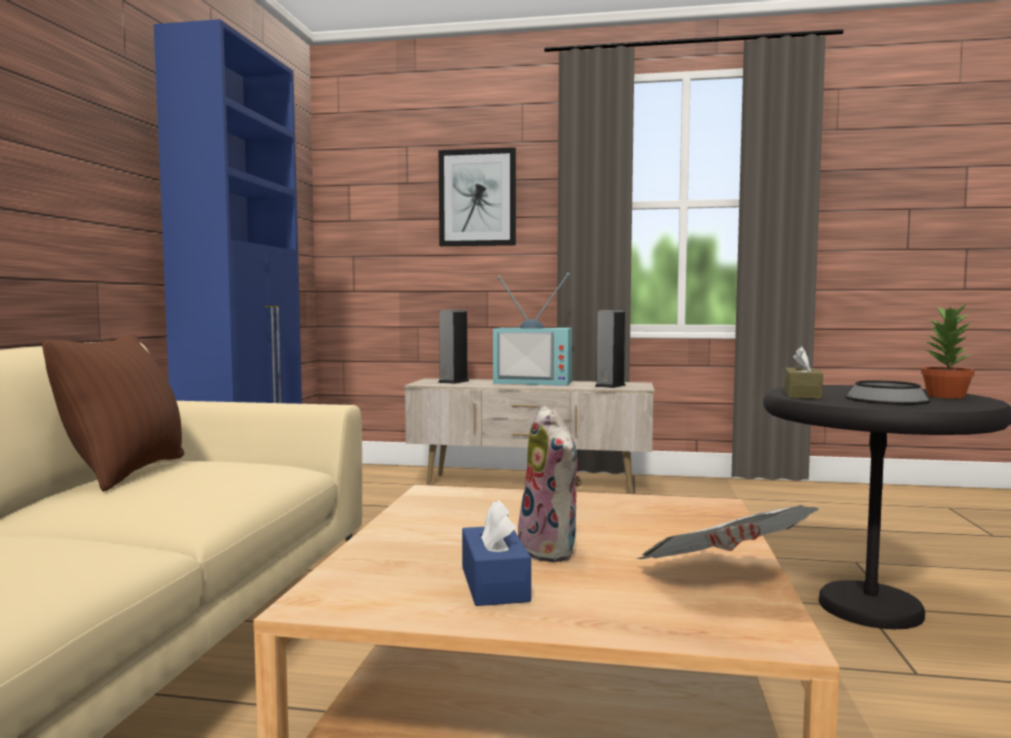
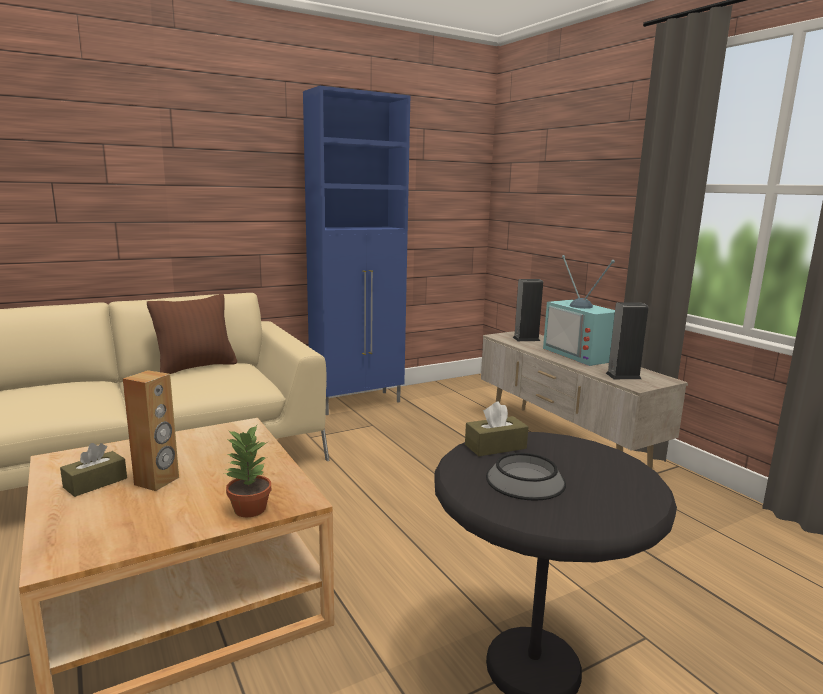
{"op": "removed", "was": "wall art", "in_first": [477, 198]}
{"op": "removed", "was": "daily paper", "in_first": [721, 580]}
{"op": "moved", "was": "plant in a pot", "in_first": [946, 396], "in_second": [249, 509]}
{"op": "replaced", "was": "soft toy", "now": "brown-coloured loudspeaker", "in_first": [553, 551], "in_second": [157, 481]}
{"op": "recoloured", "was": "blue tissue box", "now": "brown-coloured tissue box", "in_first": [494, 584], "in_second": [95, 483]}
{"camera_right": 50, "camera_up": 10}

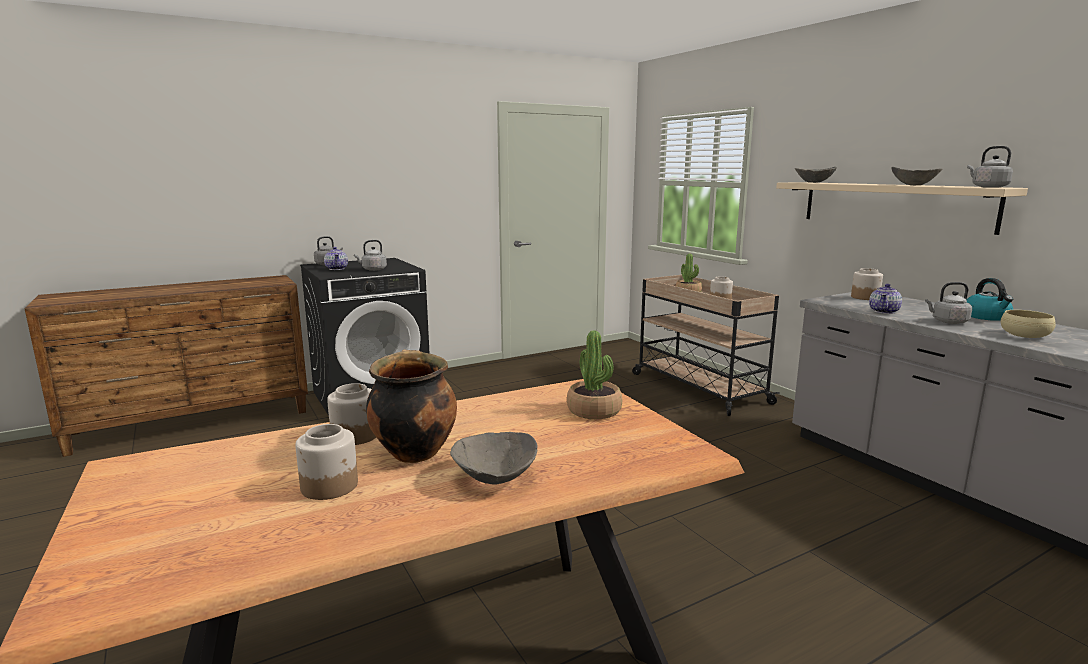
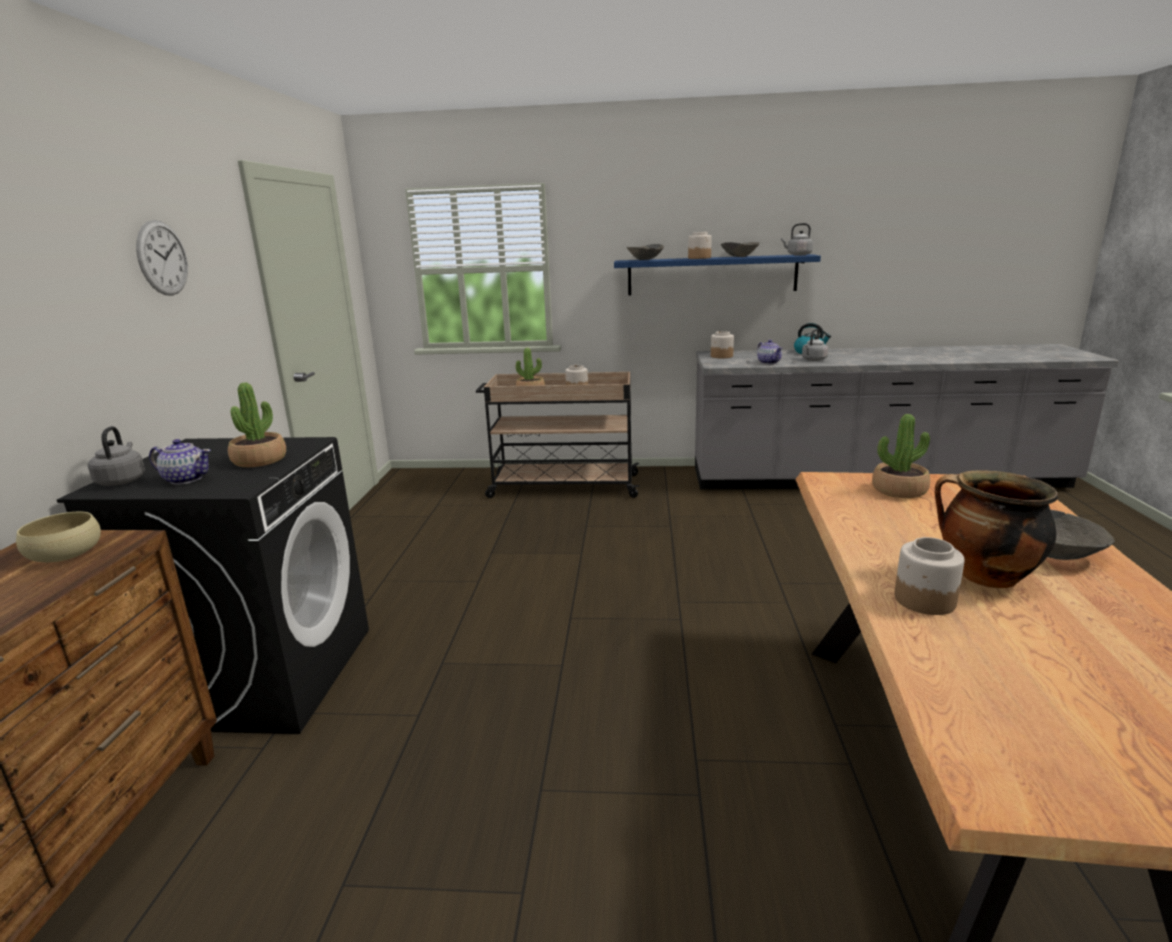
{"op": "added", "now": "wall clock", "in_second": [162, 258]}
{"op": "moved", "was": "storage jar", "in_first": [330, 486], "in_second": [699, 258]}
{"op": "moved", "was": "beige-coloured bowl", "in_first": [1024, 335], "in_second": [65, 554]}
{"op": "replaced", "was": "greyish tea kettle", "now": "plant in a pot", "in_first": [373, 269], "in_second": [259, 460]}
{"op": "recoloured", "was": "beige-coloured shelf", "now": "blue shelf", "in_first": [893, 205], "in_second": [712, 275]}
{"camera_right": -55, "camera_up": 5}

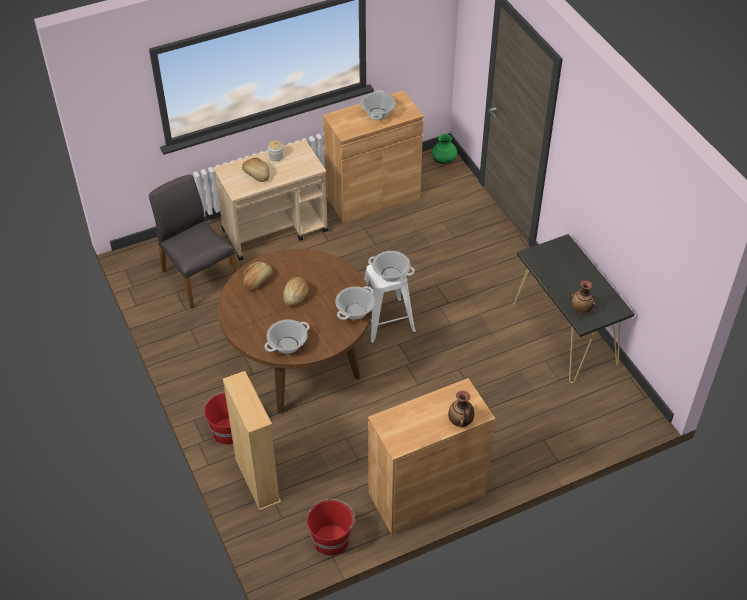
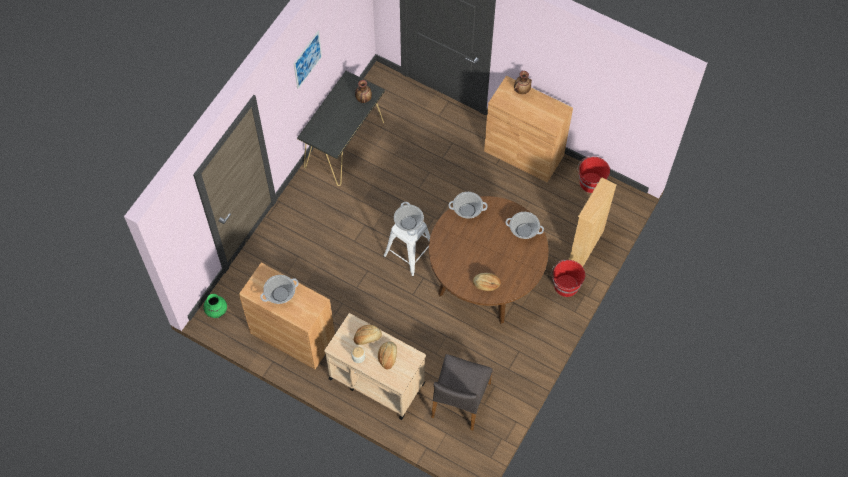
{"op": "added", "now": "wall art", "in_second": [307, 59]}
{"op": "moved", "was": "bread", "in_first": [295, 296], "in_second": [367, 337]}
{"camera_right": -125, "camera_up": 15}

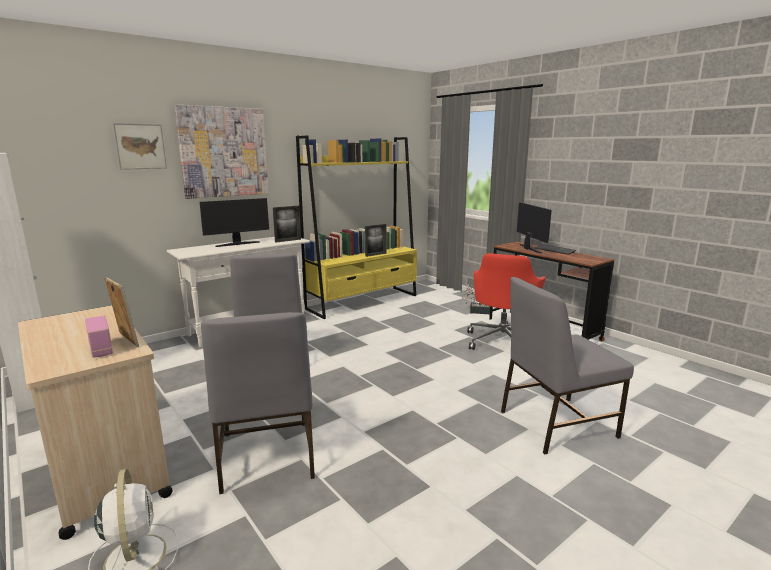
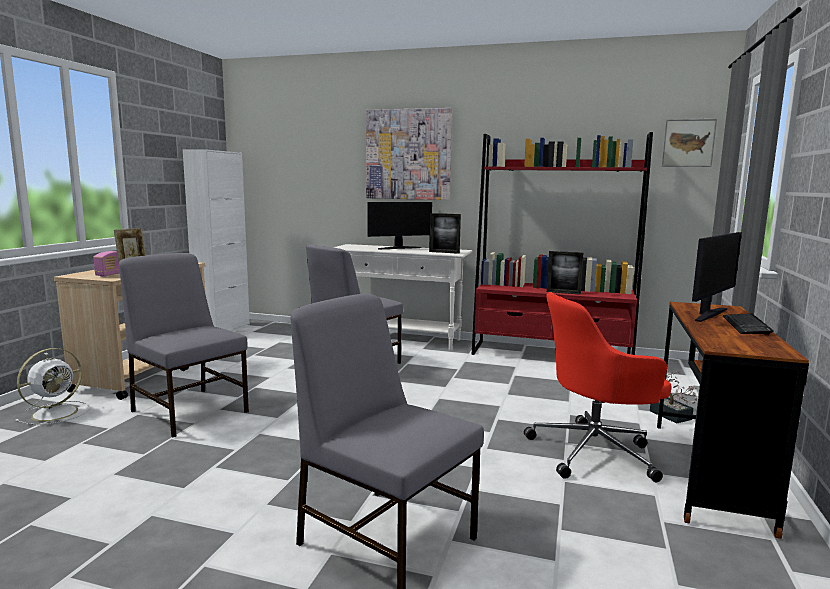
{"op": "moved", "was": "wall art", "in_first": [140, 146], "in_second": [688, 143]}
{"op": "recoloured", "was": "yellowish bookshelf", "now": "reddish bookshelf", "in_first": [363, 302], "in_second": [551, 355]}
{"op": "turned", "was": "computer screen", "in_first": [237, 244], "in_second": [399, 248], "clockwise": -45}
{"op": "turned", "was": "greyish upright chair", "in_first": [266, 456], "in_second": [189, 410], "clockwise": 90}
{"camera_right": 55, "camera_up": -5}

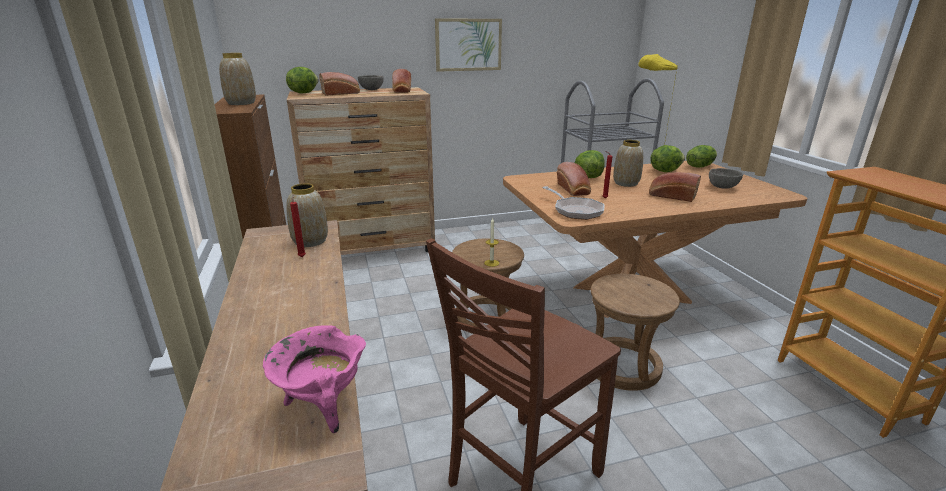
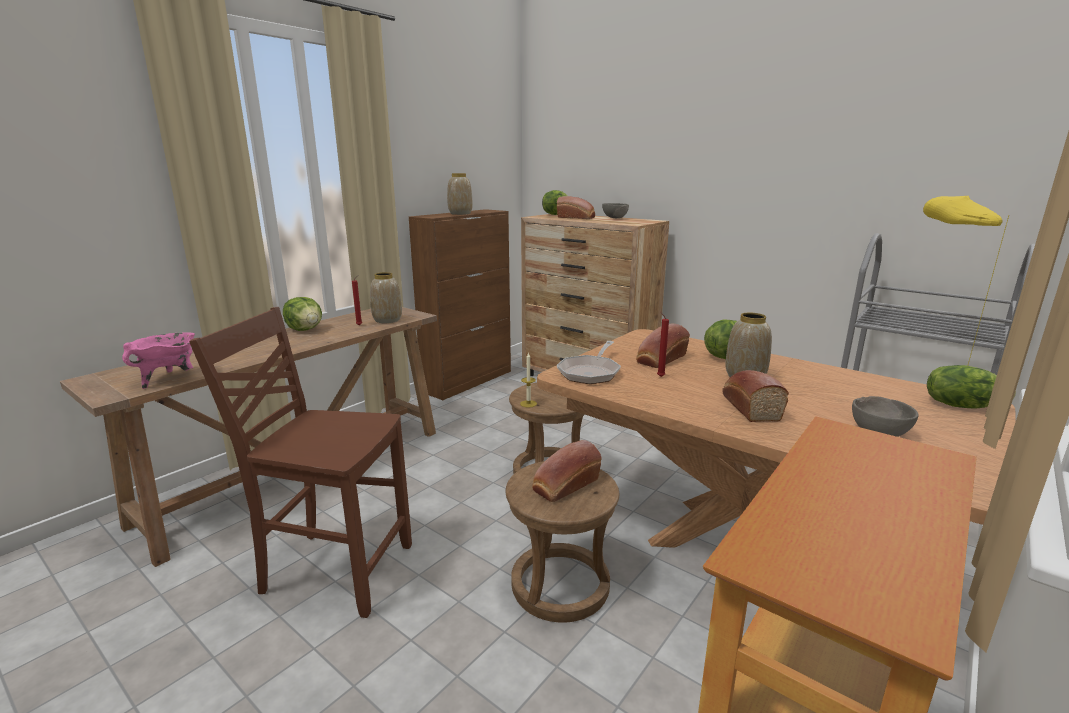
{"op": "removed", "was": "wall art", "in_first": [468, 45]}
{"op": "moved", "was": "bread", "in_first": [402, 90], "in_second": [564, 486]}
{"op": "moved", "was": "head of lettuce", "in_first": [664, 171], "in_second": [305, 329]}
{"camera_right": 55, "camera_up": -5}

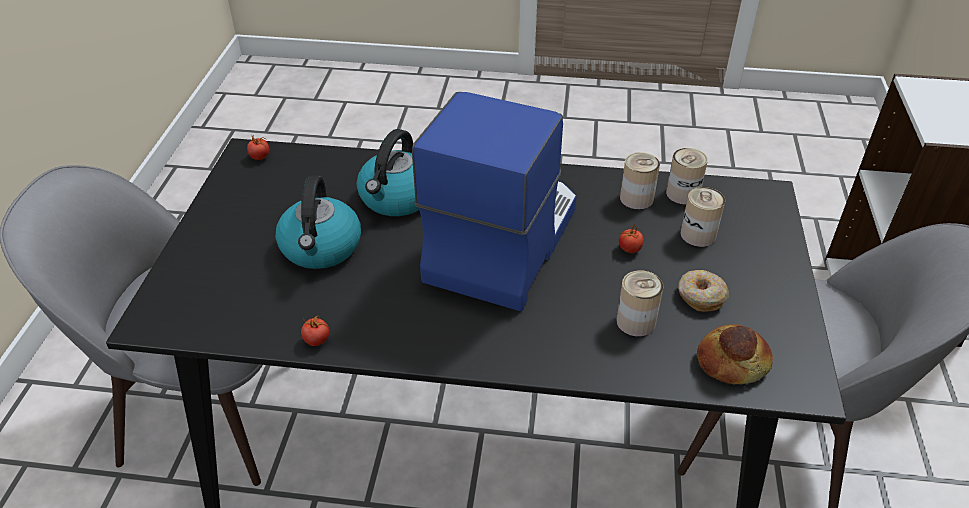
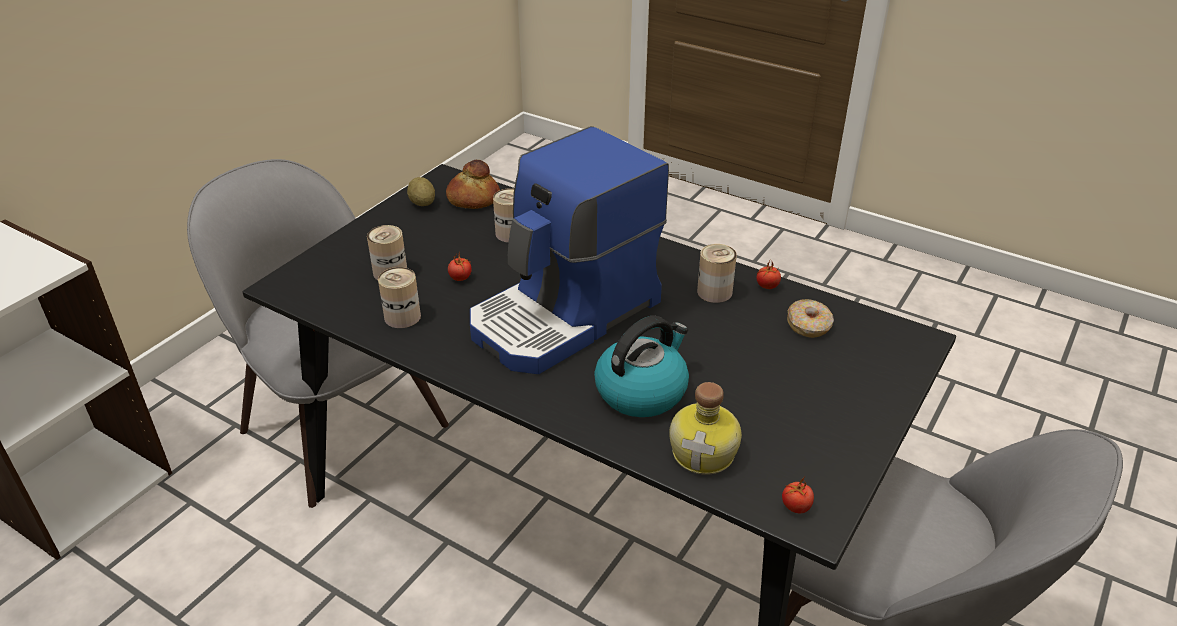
{"op": "removed", "was": "tea kettle", "in_first": [321, 248]}
{"op": "added", "now": "whole potato", "in_second": [422, 203]}
{"op": "added", "now": "bottle", "in_second": [705, 453]}
{"op": "moved", "was": "can", "in_first": [682, 194], "in_second": [714, 292]}
{"op": "moved", "was": "ring doughnut", "in_first": [700, 296], "in_second": [809, 325]}
{"camera_right": -155, "camera_up": -5}

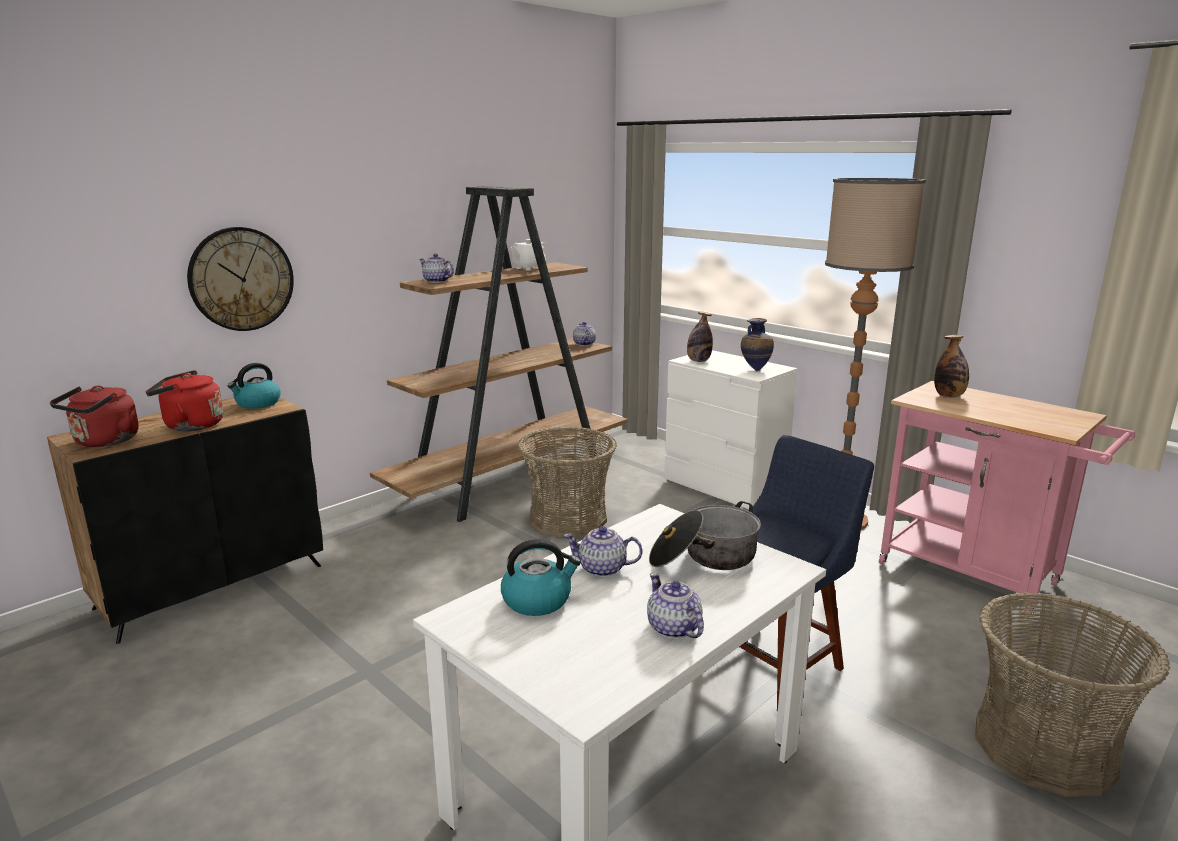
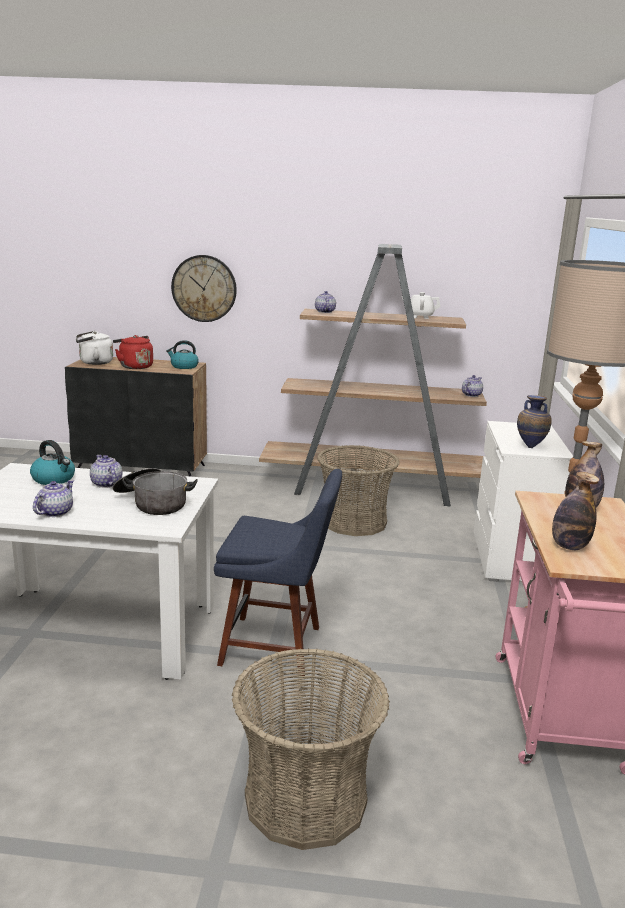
{"op": "moved", "was": "bottle", "in_first": [698, 361], "in_second": [569, 546]}
{"op": "recoloured", "was": "reddish tea kettle", "now": "white tea kettle", "in_first": [104, 442], "in_second": [94, 363]}
{"camera_right": 50, "camera_up": 0}

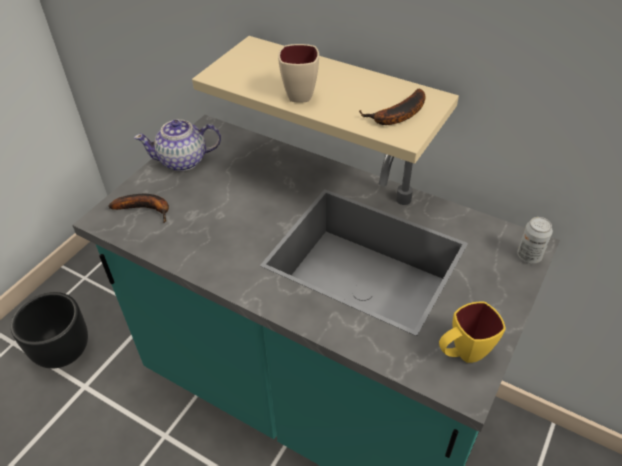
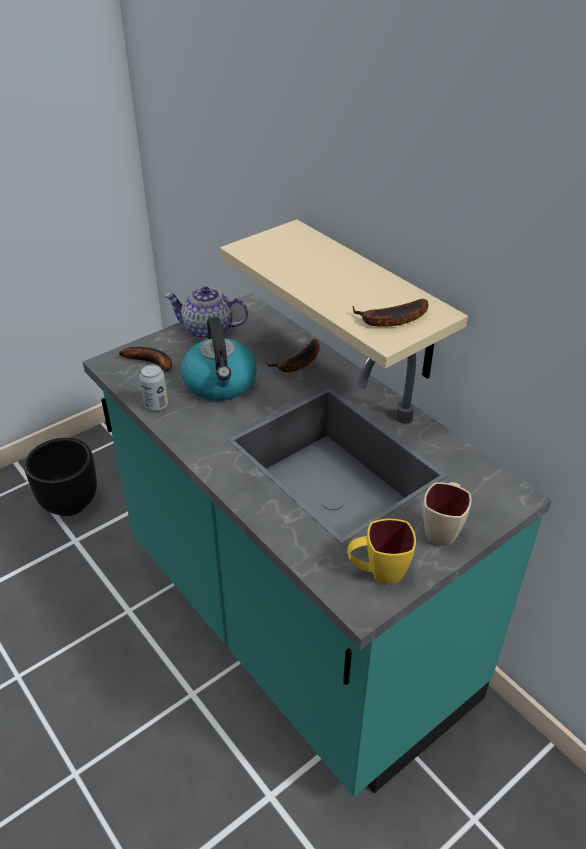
{"op": "added", "now": "tea kettle", "in_second": [220, 383]}
{"op": "added", "now": "banana", "in_second": [297, 363]}
{"op": "moved", "was": "beige-coloured coffee mug", "in_first": [300, 92], "in_second": [443, 530]}
{"op": "moved", "was": "can", "in_first": [529, 256], "in_second": [156, 405]}
{"camera_right": 20, "camera_up": -5}

